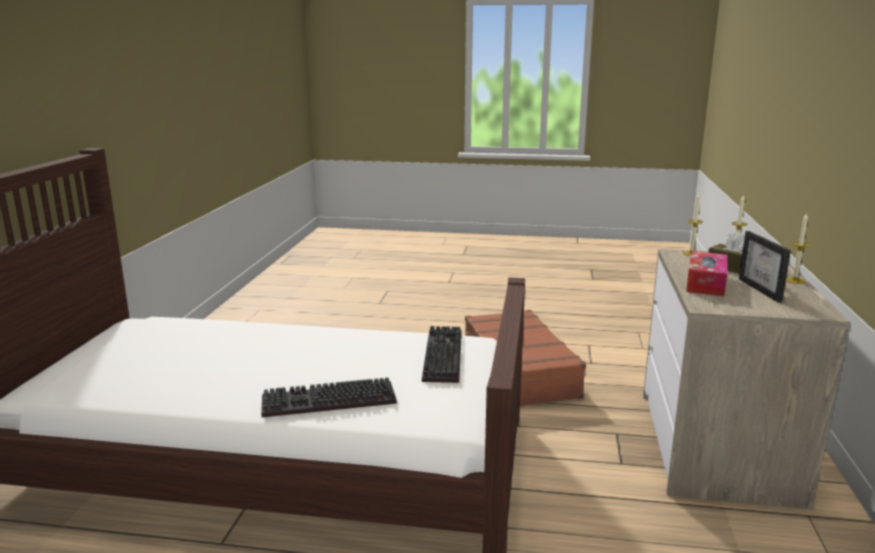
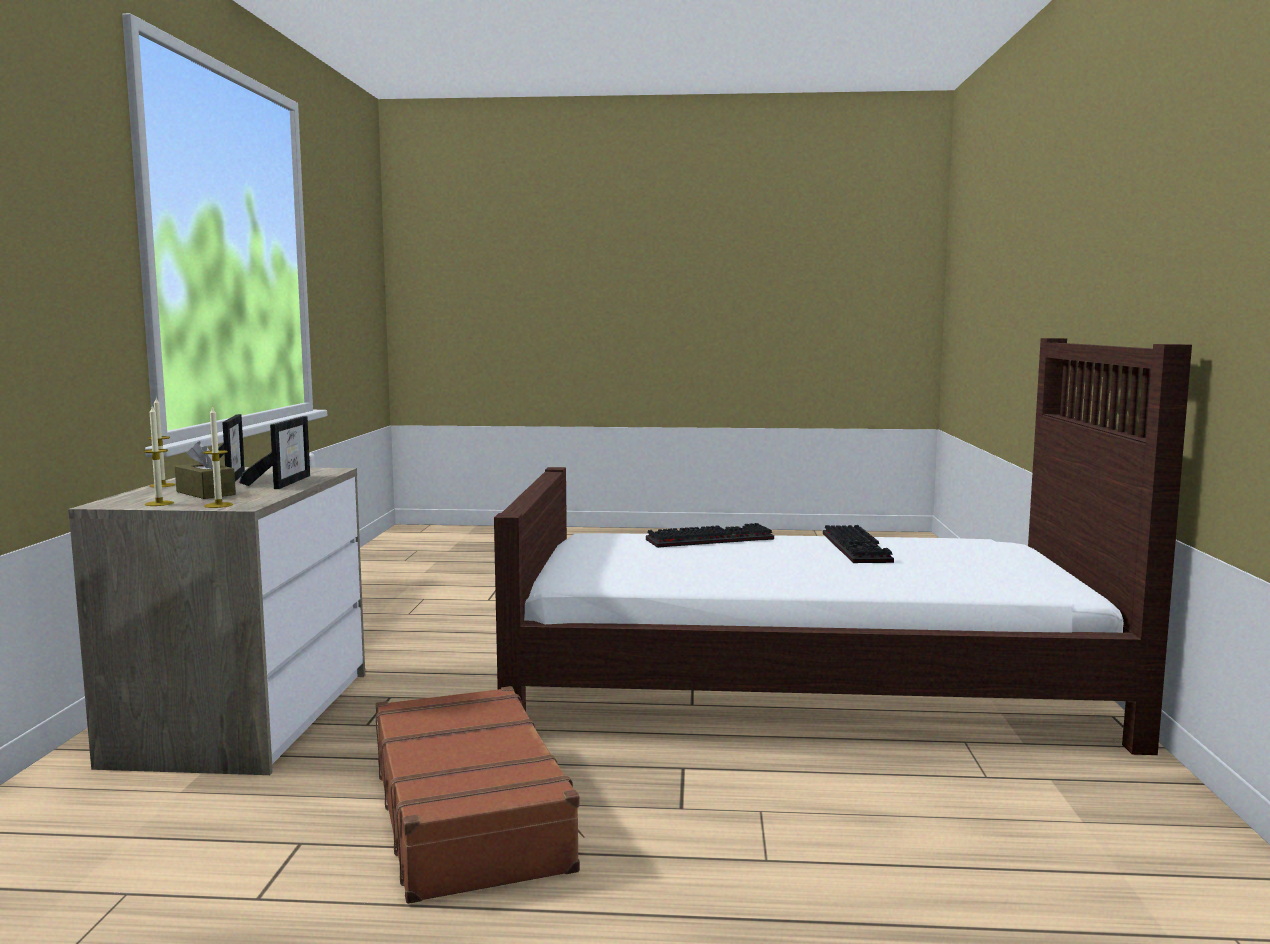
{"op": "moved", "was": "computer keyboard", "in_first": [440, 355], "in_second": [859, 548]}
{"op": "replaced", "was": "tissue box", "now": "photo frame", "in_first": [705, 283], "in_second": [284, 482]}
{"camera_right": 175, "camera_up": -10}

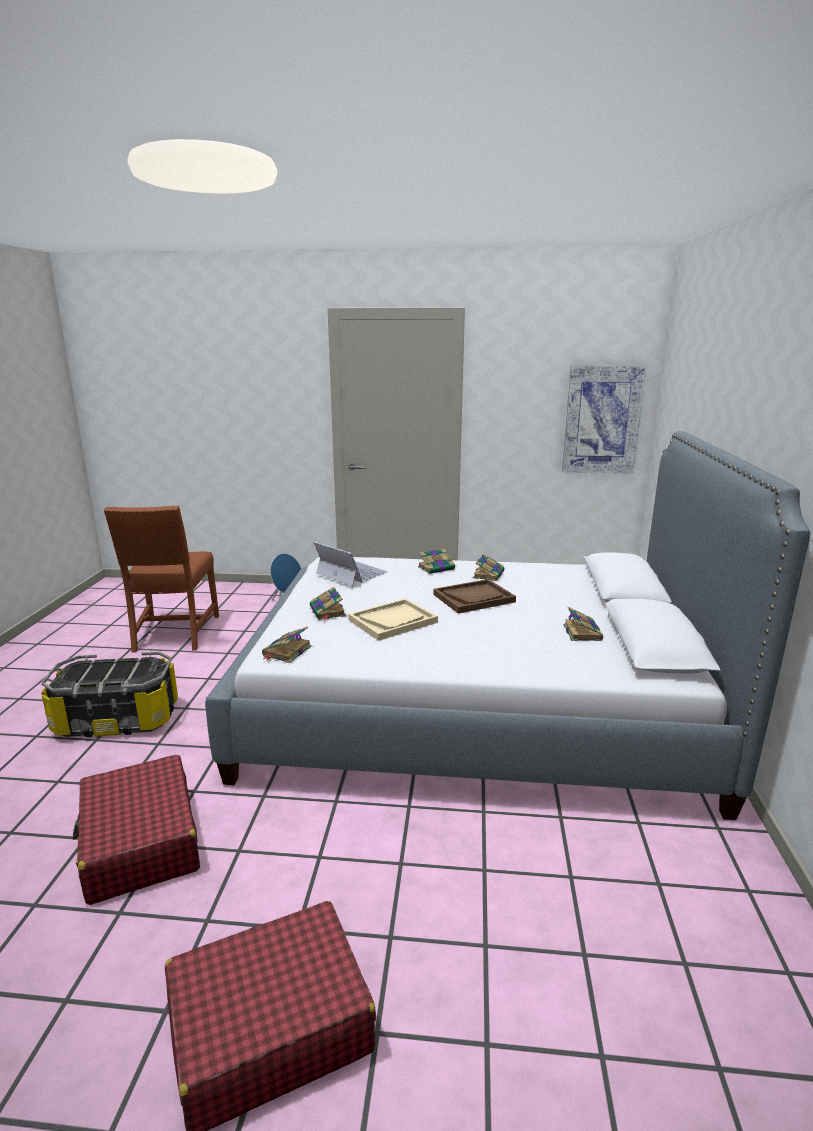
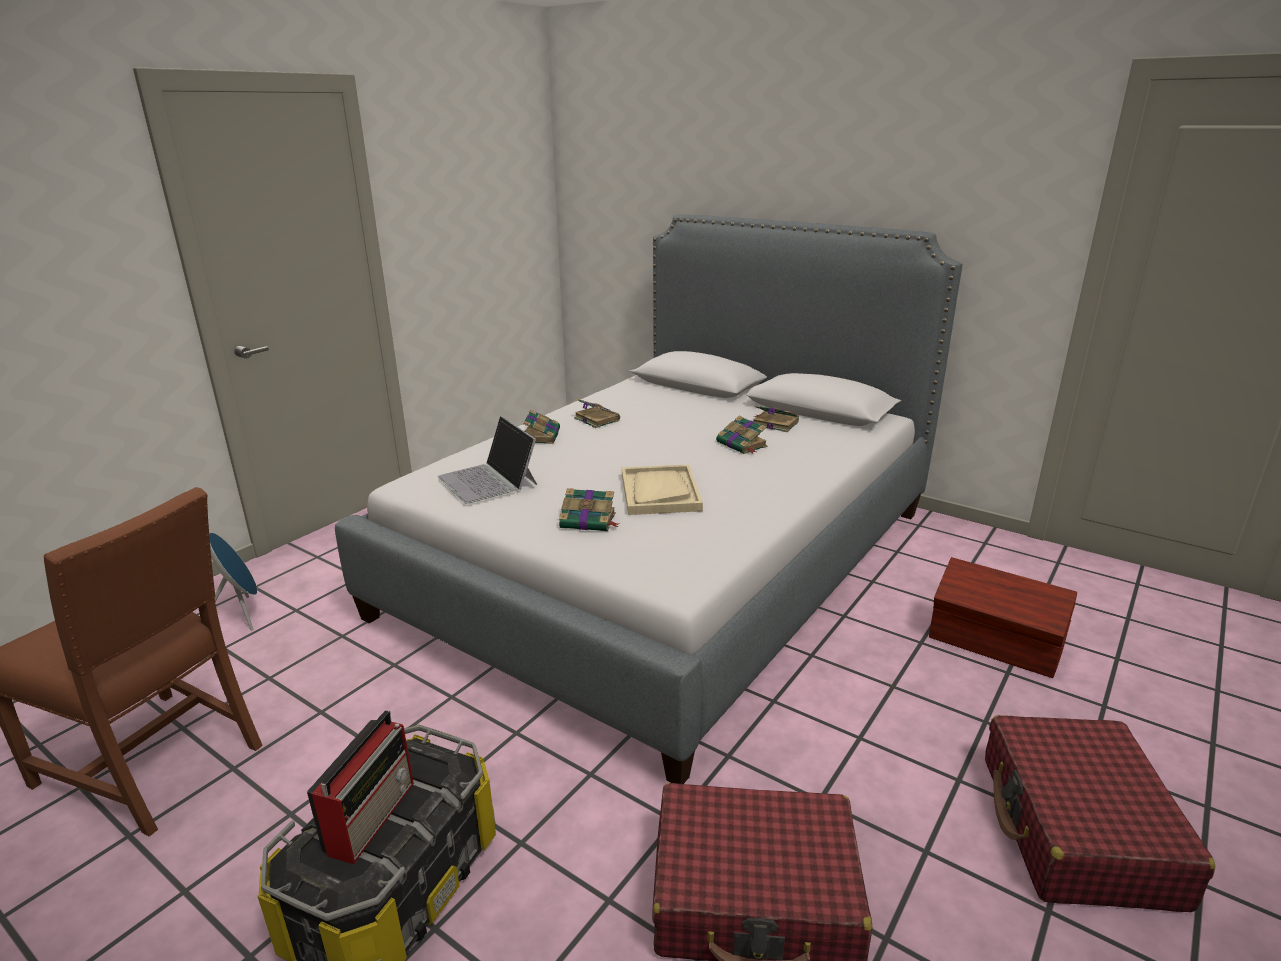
{"op": "removed", "was": "brown-coloured carrying tray", "in_first": [474, 598]}
{"op": "removed", "was": "wall art", "in_first": [602, 420]}
{"op": "added", "now": "radio", "in_second": [372, 815]}
{"op": "added", "now": "brown-coloured storage box", "in_second": [995, 645]}
{"op": "moved", "was": "volume", "in_first": [286, 652], "in_second": [742, 445]}
{"op": "turned", "was": "laptop", "in_first": [351, 573], "in_second": [488, 480], "clockwise": -105}
{"camera_right": -60, "camera_up": 5}

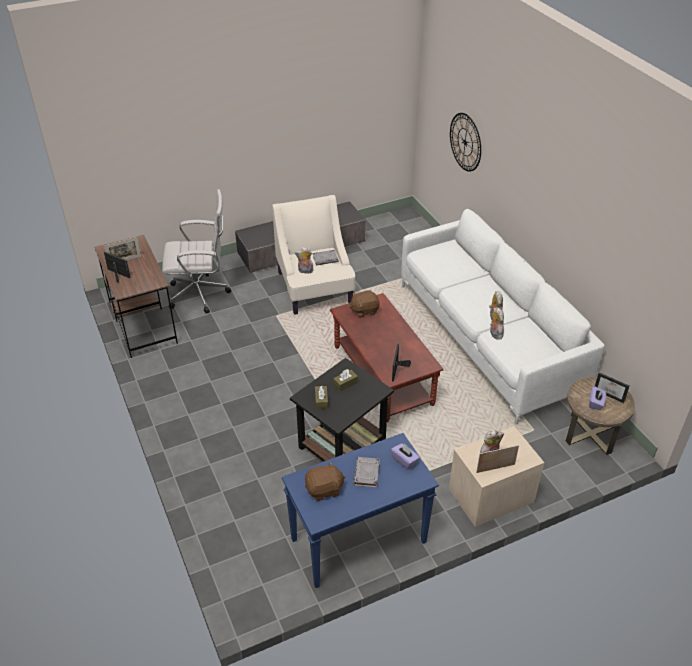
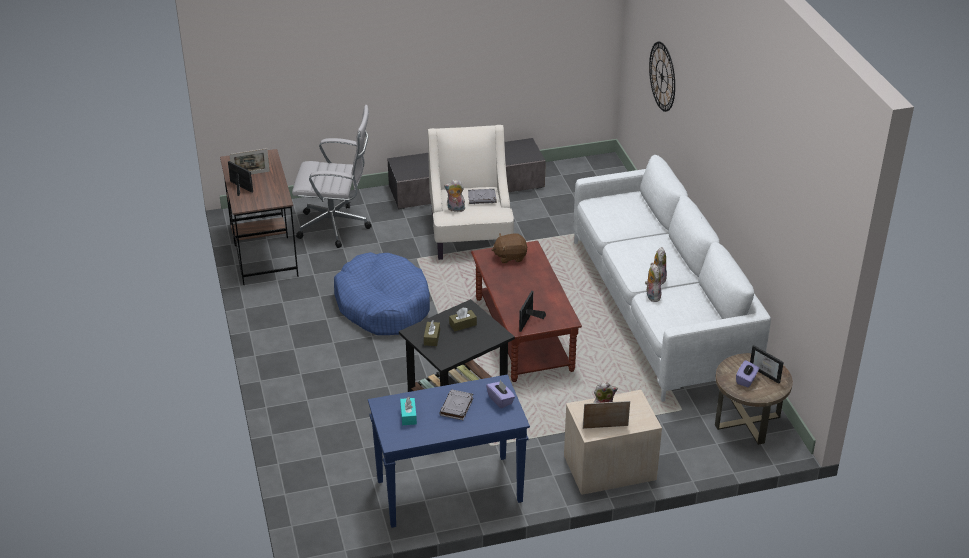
{"op": "added", "now": "blue dog bed", "in_second": [383, 305]}
{"op": "replaced", "was": "brown-coloured soft toy", "now": "blue-green tissue box", "in_first": [324, 490], "in_second": [408, 415]}
{"camera_right": 10, "camera_up": -5}

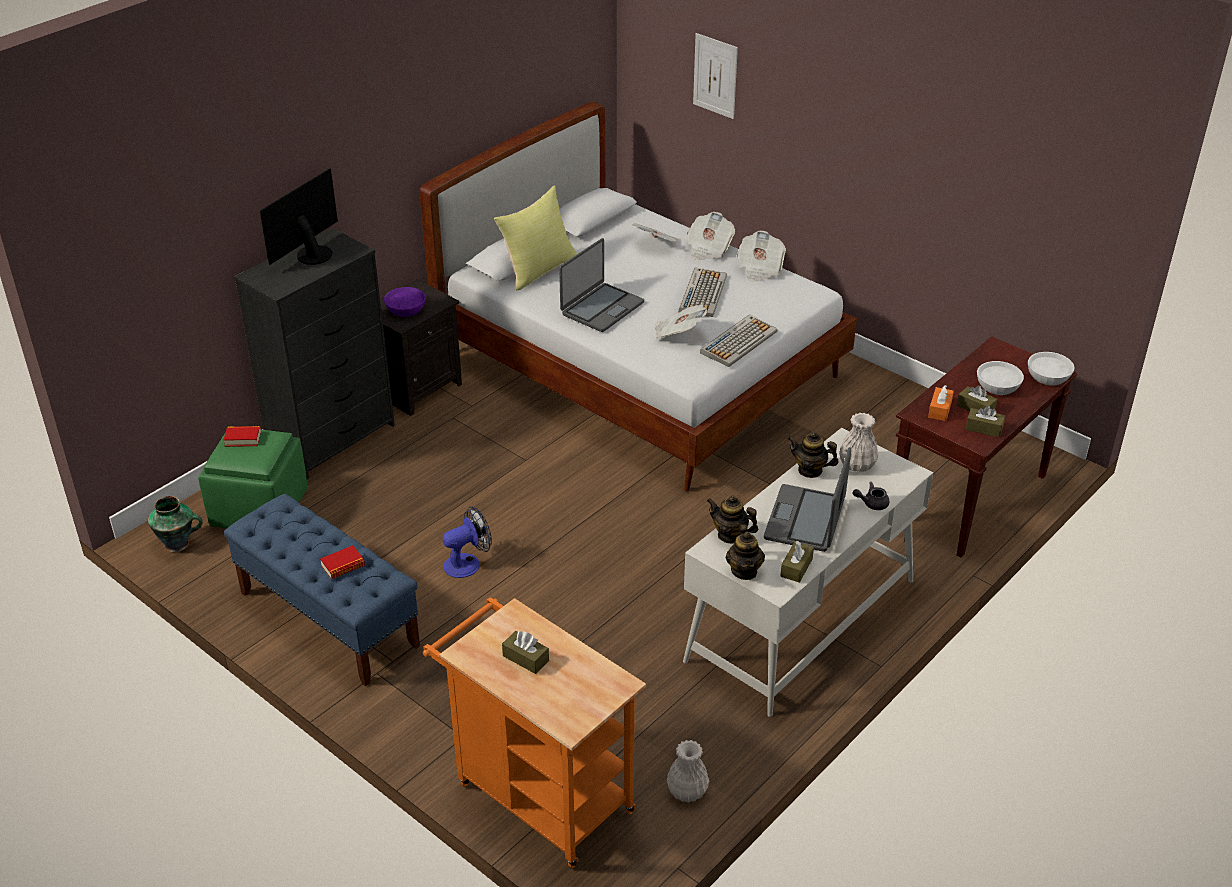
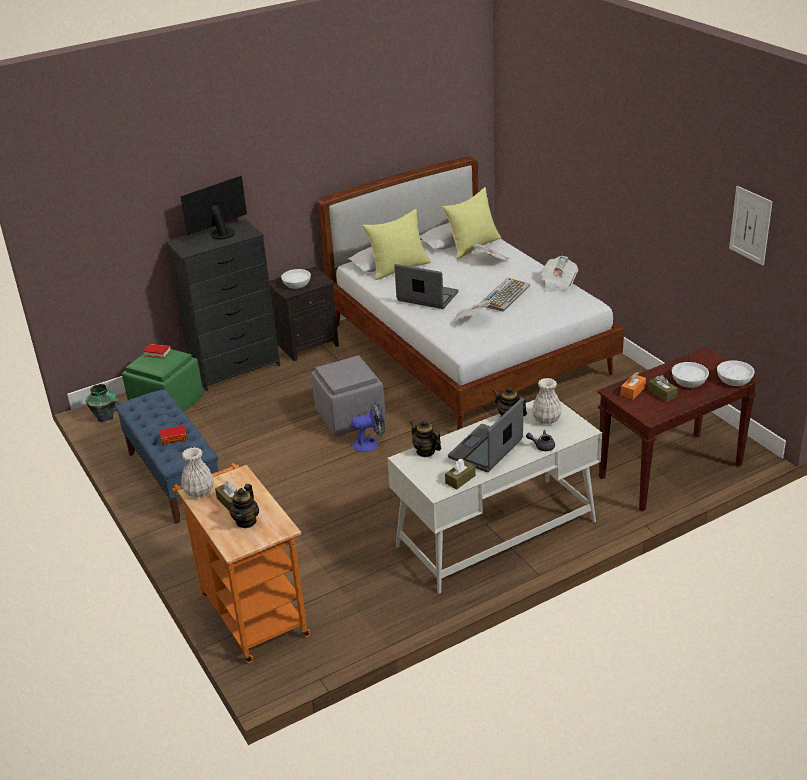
{"op": "removed", "was": "daily paper", "in_first": [708, 249]}
{"op": "removed", "was": "computer keyboard", "in_first": [738, 342]}
{"op": "removed", "was": "brown-coloured tissue box", "in_first": [984, 428]}
{"op": "added", "now": "greyish footrest", "in_second": [349, 417]}
{"op": "added", "now": "yellowish throw pillow", "in_second": [473, 246]}
{"op": "moved", "was": "electric fan", "in_first": [468, 563], "in_second": [370, 443]}
{"op": "moved", "was": "white vase", "in_first": [686, 791], "in_second": [199, 491]}
{"op": "moved", "was": "wall art", "in_first": [715, 76], "in_second": [750, 225]}
{"op": "moved", "was": "pot for tea", "in_first": [744, 571], "in_second": [246, 521]}
{"op": "recoloured", "was": "purple bowl", "now": "white bowl", "in_first": [405, 309], "in_second": [296, 284]}
{"op": "turned", "was": "laptop", "in_first": [601, 308], "in_second": [427, 297], "clockwise": -120}
{"camera_right": 20, "camera_up": -5}

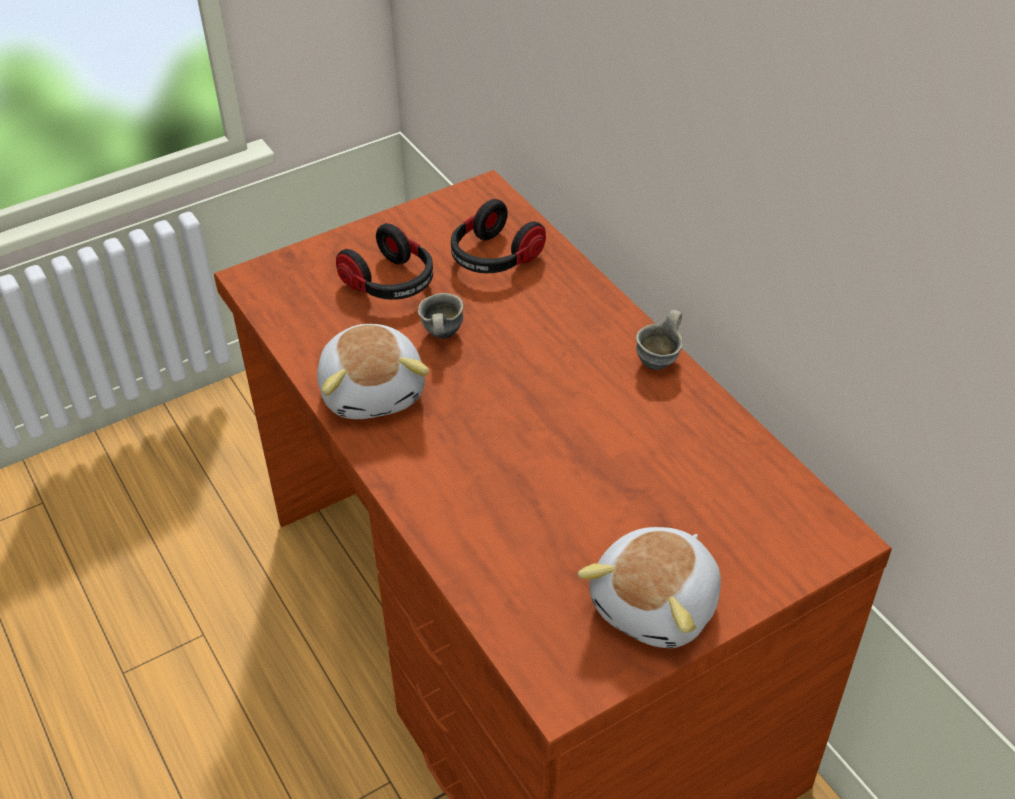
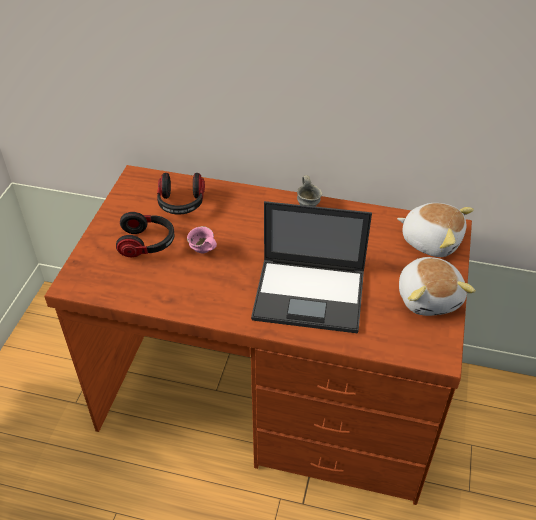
{"op": "added", "now": "laptop", "in_second": [310, 295]}
{"op": "moved", "was": "soft toy", "in_first": [374, 391], "in_second": [431, 240]}
{"op": "recoloured", "was": "greyish coffee mug", "now": "pinkish coffee mug", "in_first": [440, 335], "in_second": [202, 252]}
{"camera_right": -45, "camera_up": 0}

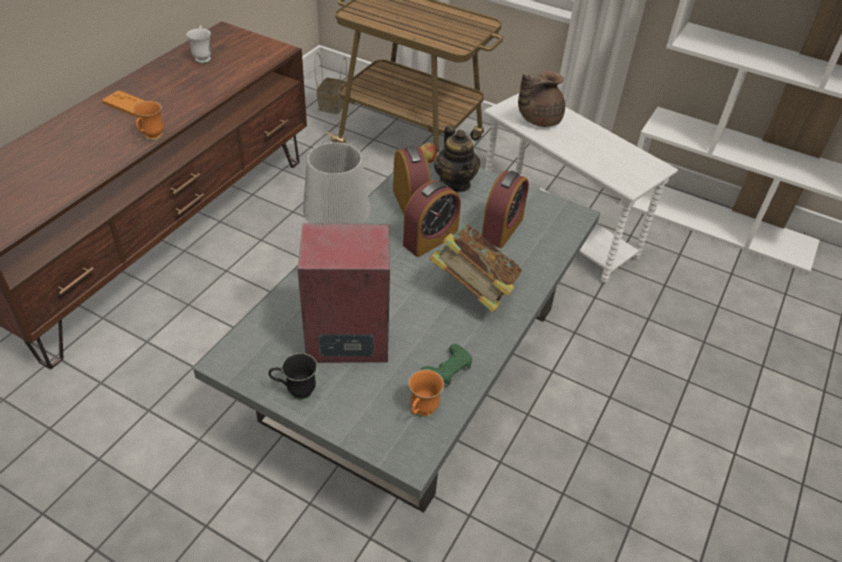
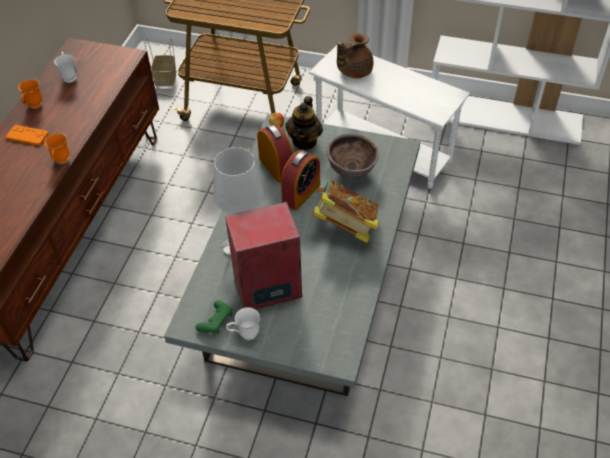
{"op": "moved", "was": "orange-coloured coffee mug", "in_first": [421, 412], "in_second": [33, 107]}
{"op": "moved", "was": "green-coloured joypad", "in_first": [447, 370], "in_second": [215, 321]}
{"op": "replaced", "was": "table clock", "now": "brown-coloured bowl", "in_first": [502, 229], "in_second": [351, 172]}
{"op": "recoloured", "was": "black-coloured coffee mug", "now": "white coffee mug", "in_first": [295, 392], "in_second": [244, 335]}
{"op": "turned", "was": "pot for tea", "in_first": [455, 183], "in_second": [305, 141], "clockwise": 45}
{"camera_right": -10, "camera_up": 5}

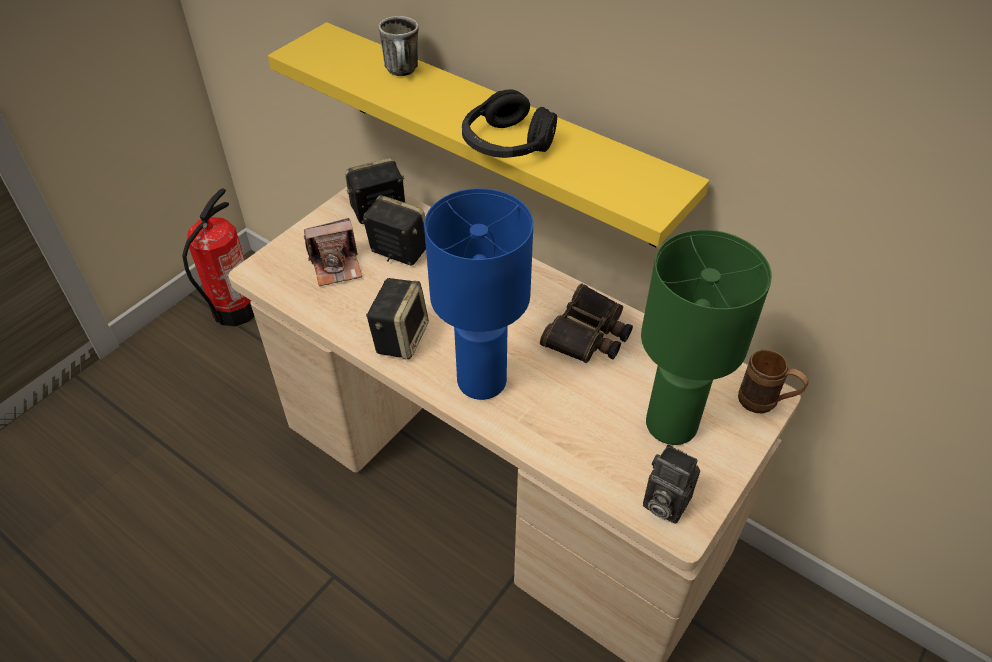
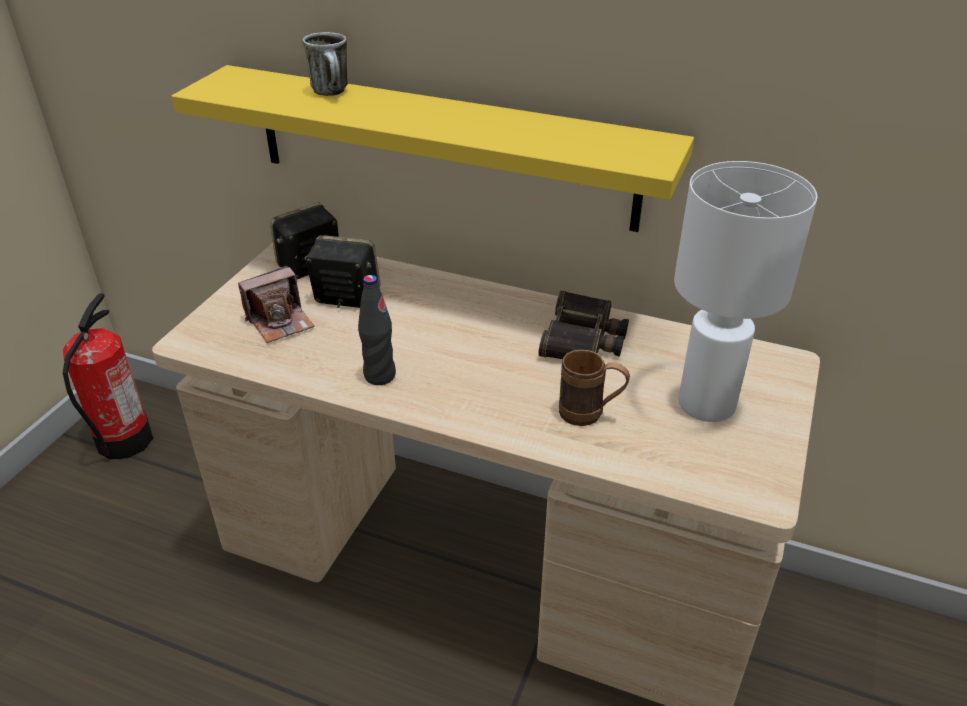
{"op": "removed", "was": "blue tabletop lamp", "in_first": [481, 382]}
{"op": "removed", "was": "black-coloured headphones", "in_first": [506, 143]}
{"op": "removed", "was": "photo camera", "in_first": [663, 503]}
{"op": "moved", "was": "brown-coloured coffee mug", "in_first": [765, 404], "in_second": [590, 415]}
{"op": "replaced", "was": "loudspeaker", "now": "black-coloured bottle", "in_first": [400, 337], "in_second": [379, 375]}
{"op": "recoloured", "was": "green-coloured tabletop lamp", "now": "white tabletop lamp", "in_first": [672, 425], "in_second": [708, 405]}
{"camera_right": -15, "camera_up": -10}

